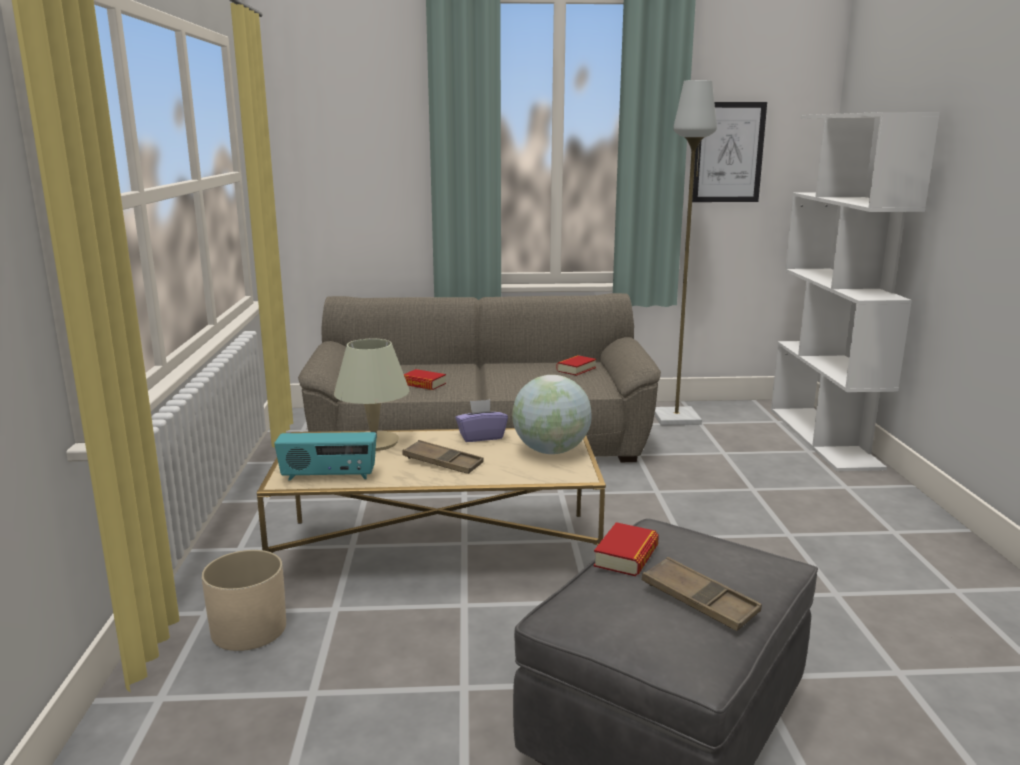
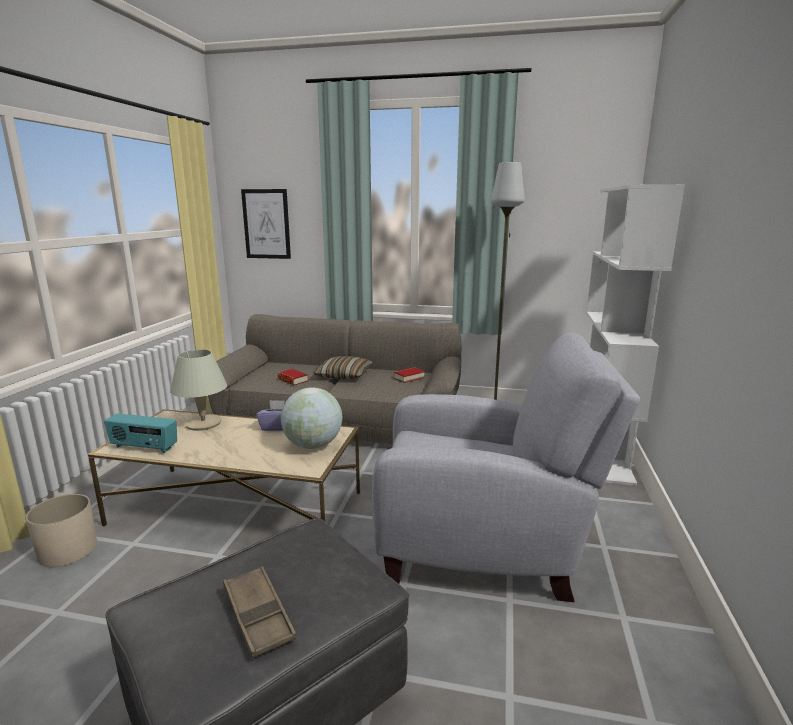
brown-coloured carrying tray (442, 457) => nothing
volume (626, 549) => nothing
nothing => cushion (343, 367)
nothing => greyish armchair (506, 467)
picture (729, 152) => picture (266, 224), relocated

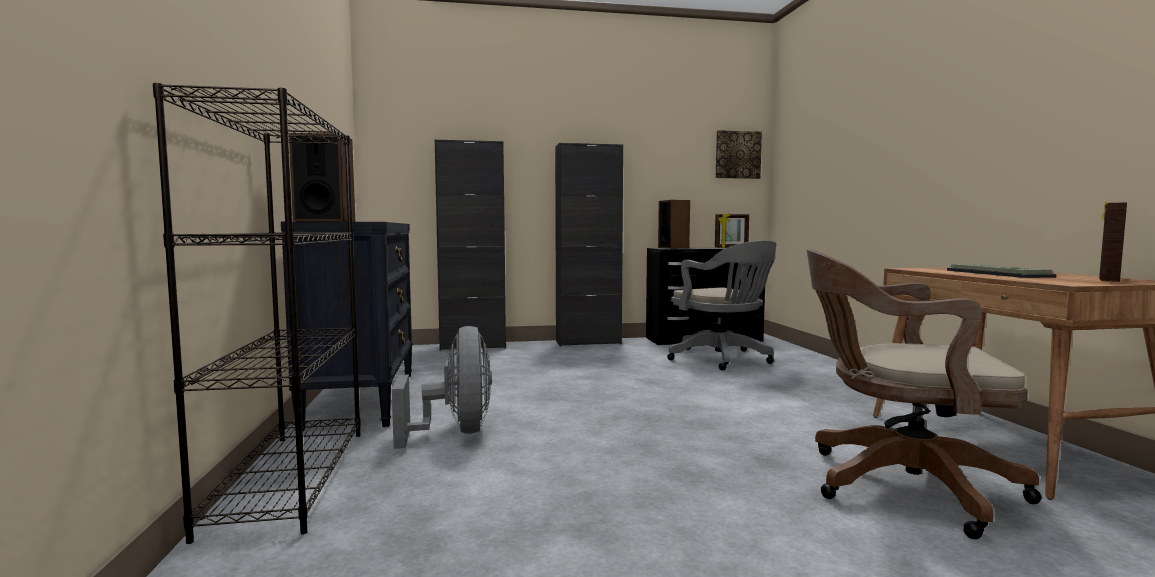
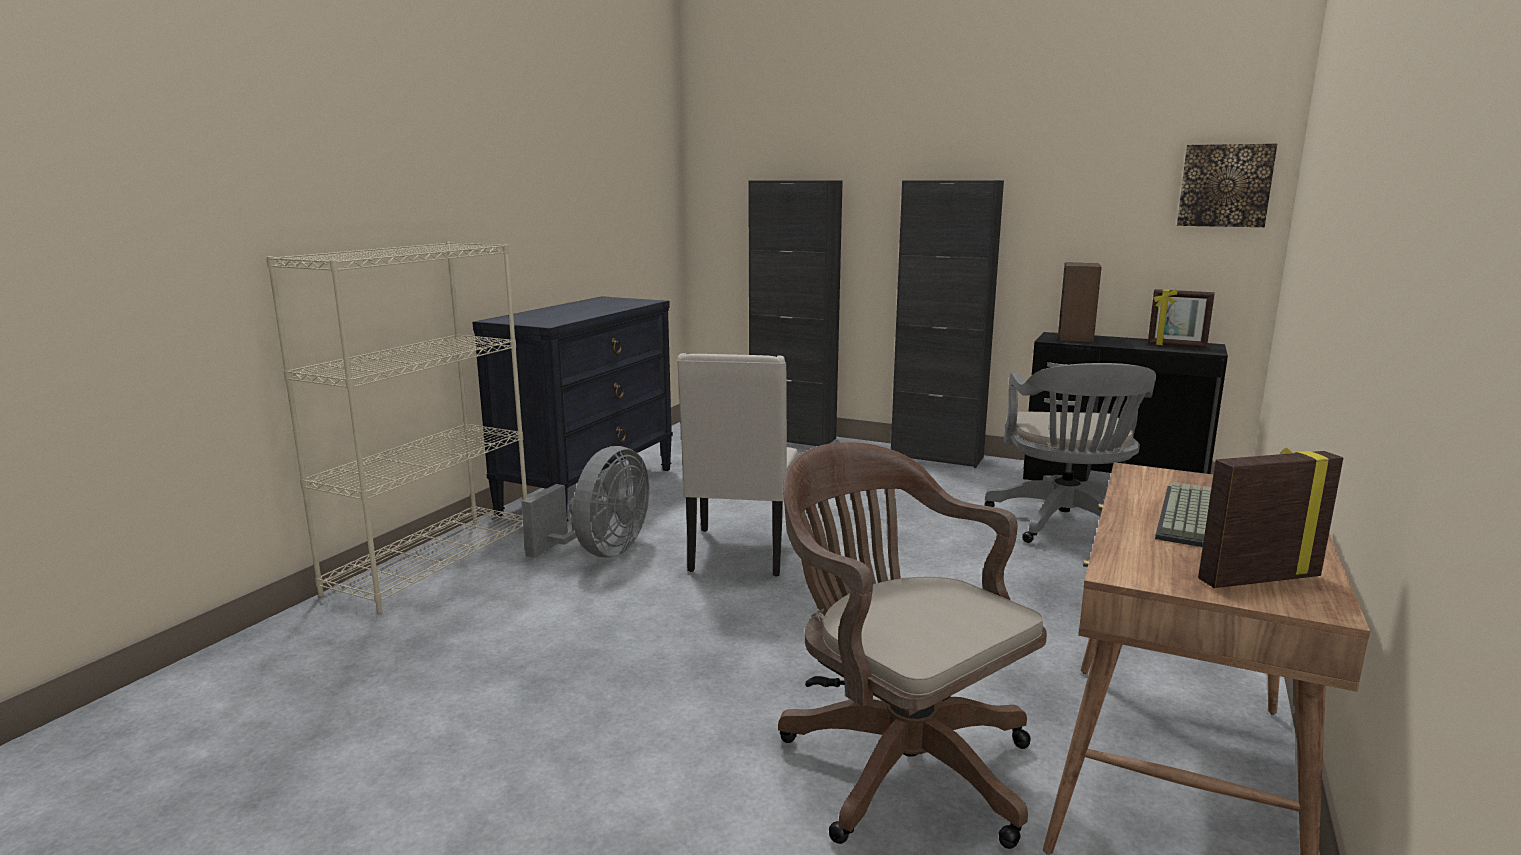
audio speaker (322, 177) => nothing
nothing => beige chair (737, 465)
black bookshelf (257, 313) => beige bookshelf (396, 428)

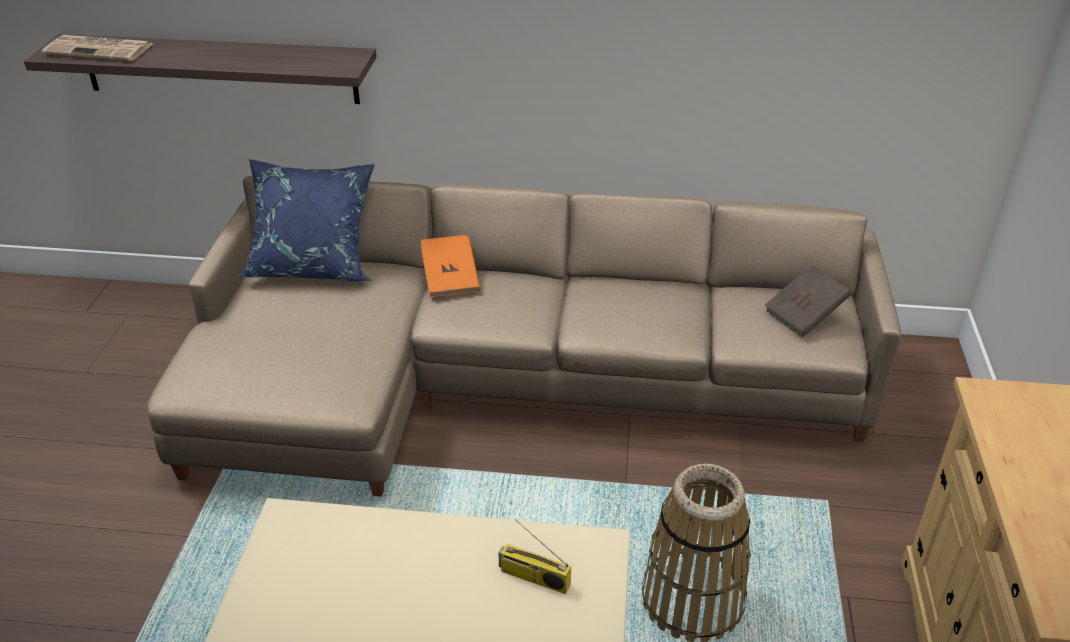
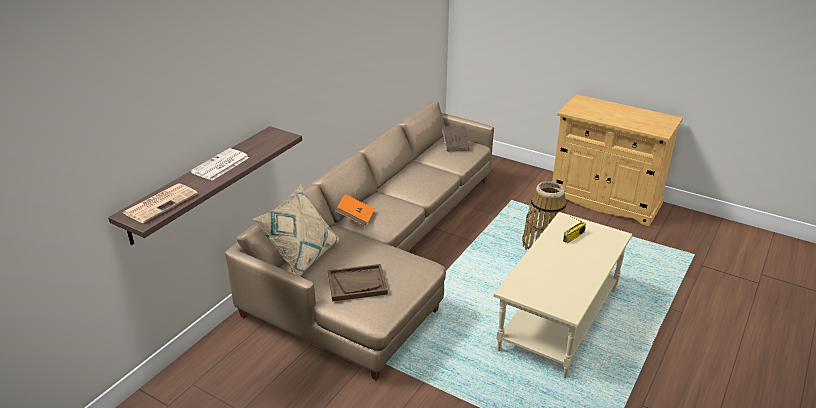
nothing => newspaper (220, 164)
nothing => brown-coloured carrying tray (358, 282)
bluish cushion (306, 220) => beige cushion (295, 230)

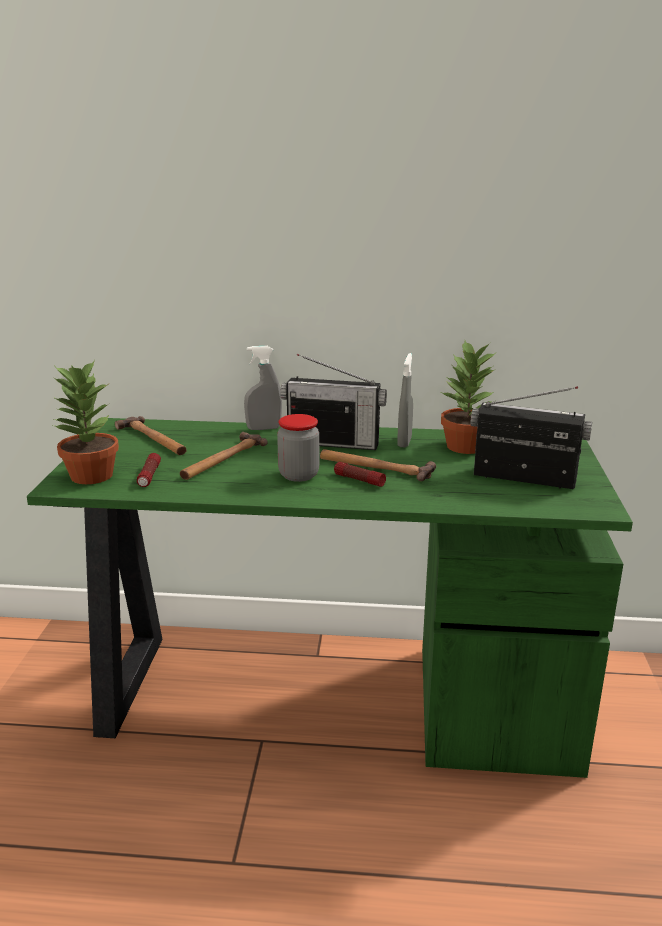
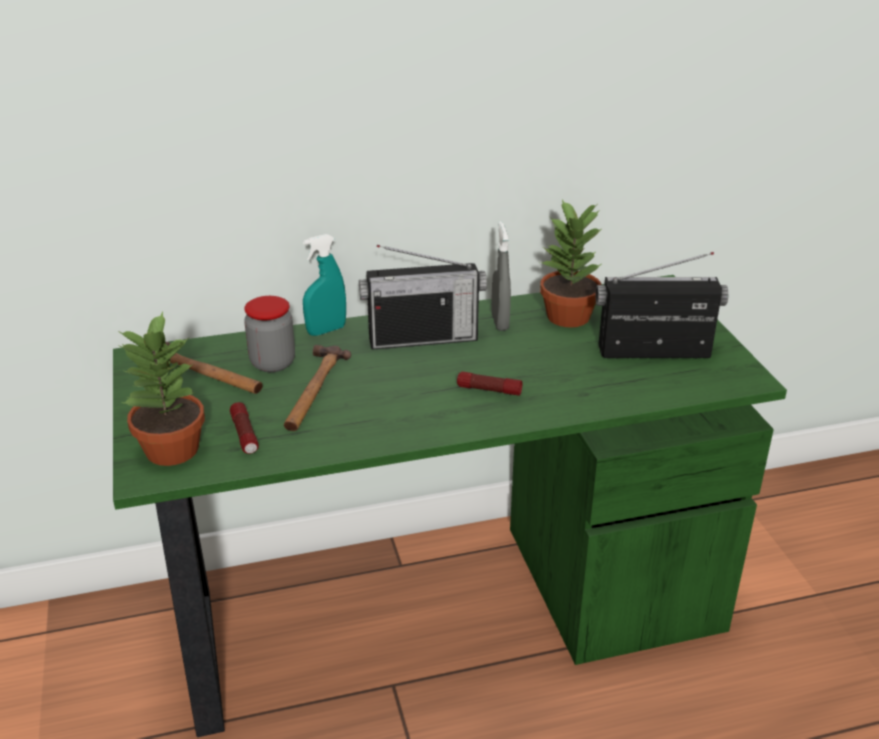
hand hammer (378, 465) => nothing
preserve jar (298, 448) => preserve jar (269, 334), relocated
greyish spray bottle (263, 388) => blue-green spray bottle (324, 285)

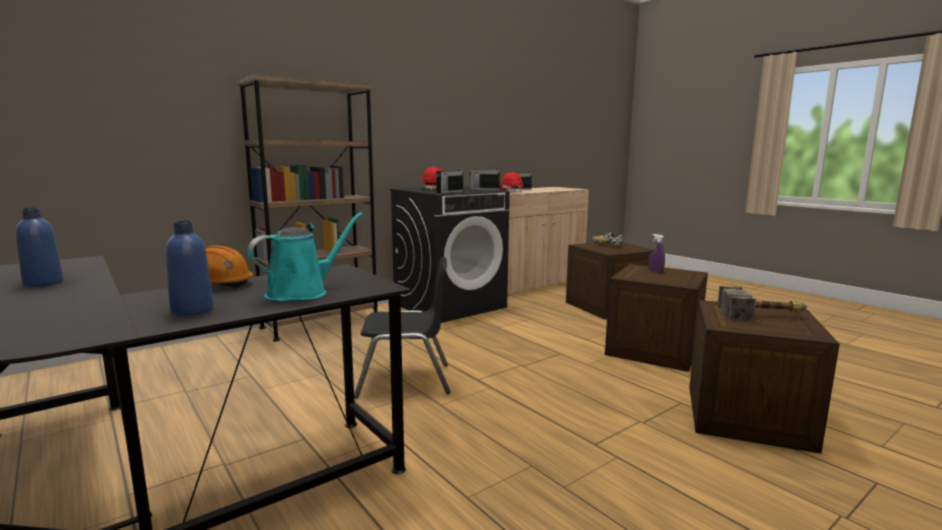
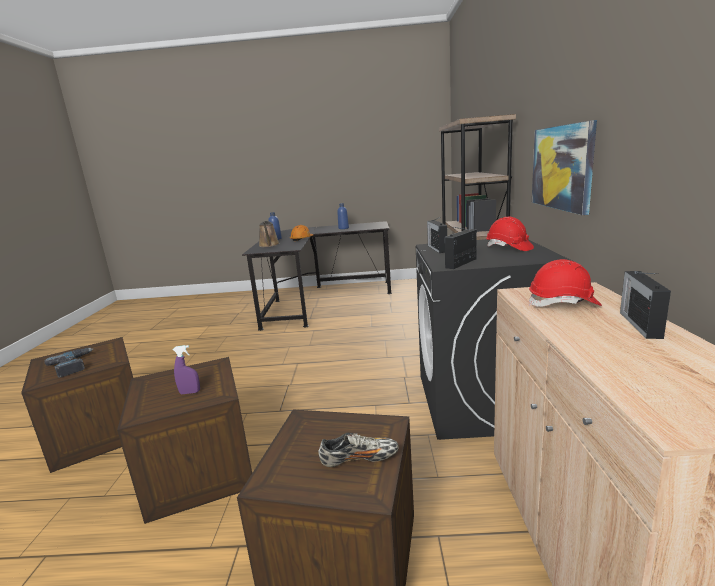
black chair (402, 327) => nothing
nothing => picture (564, 167)
hand hammer (762, 303) => drill (68, 362)
blue-green watering pot (305, 256) => brown-coloured watering pot (269, 234)

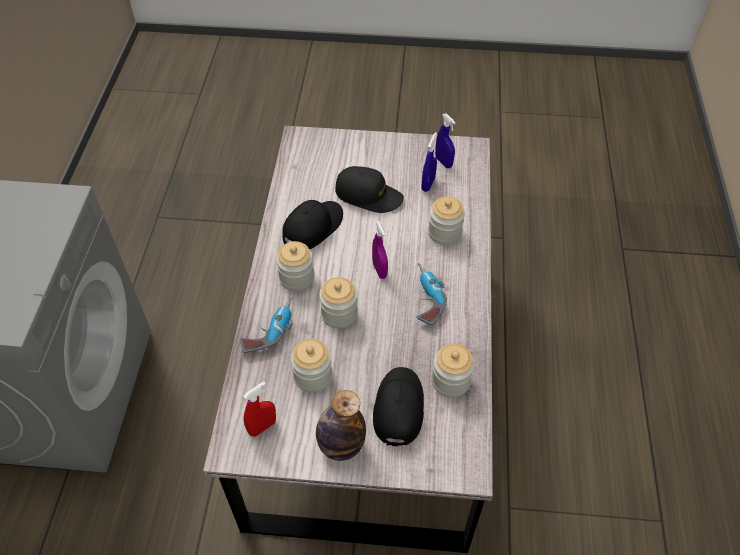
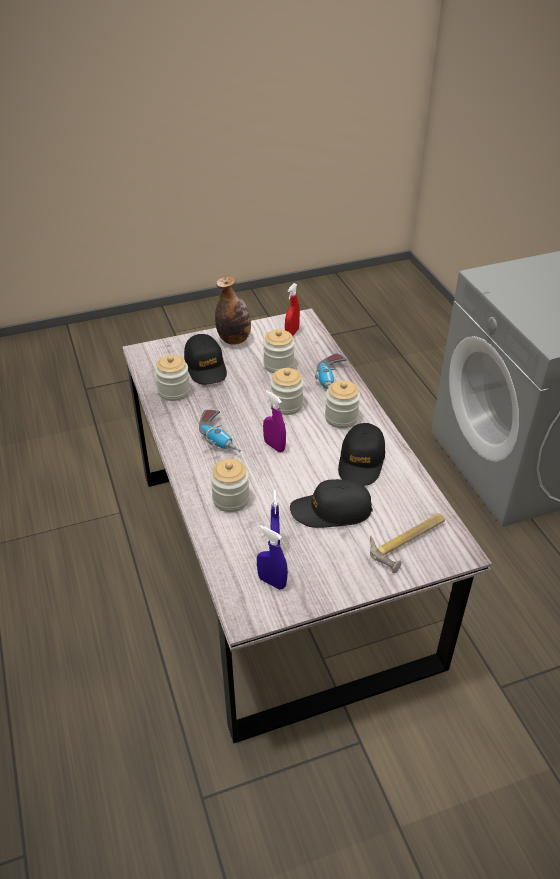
nothing => hand hammer (407, 543)

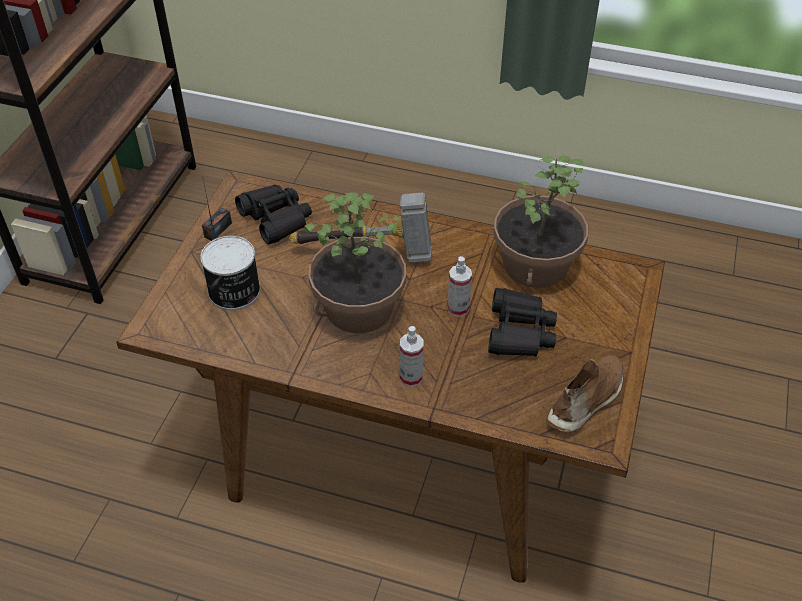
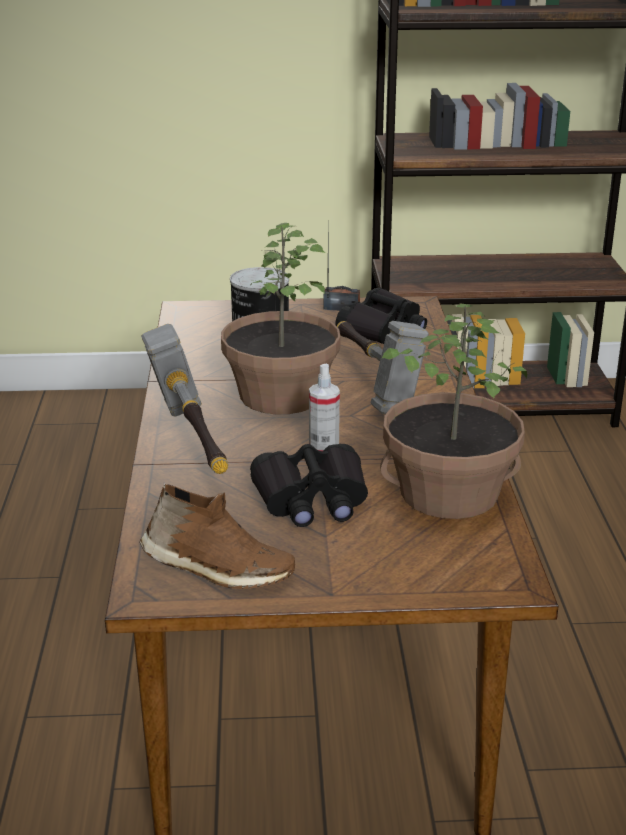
spray bottle (412, 356) => hand hammer (184, 399)

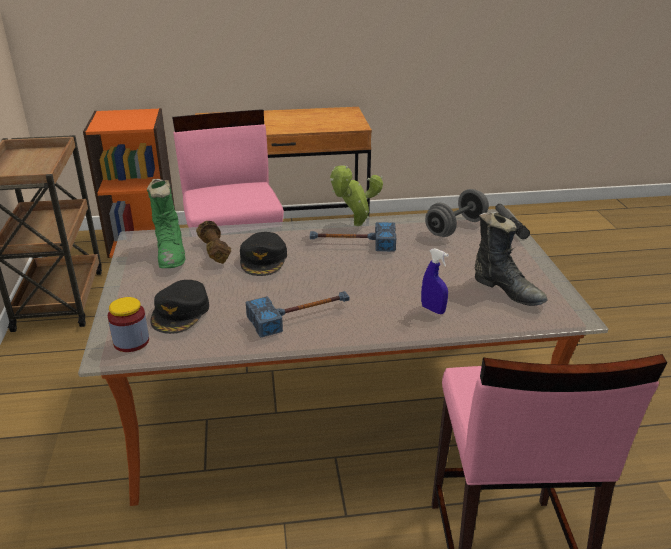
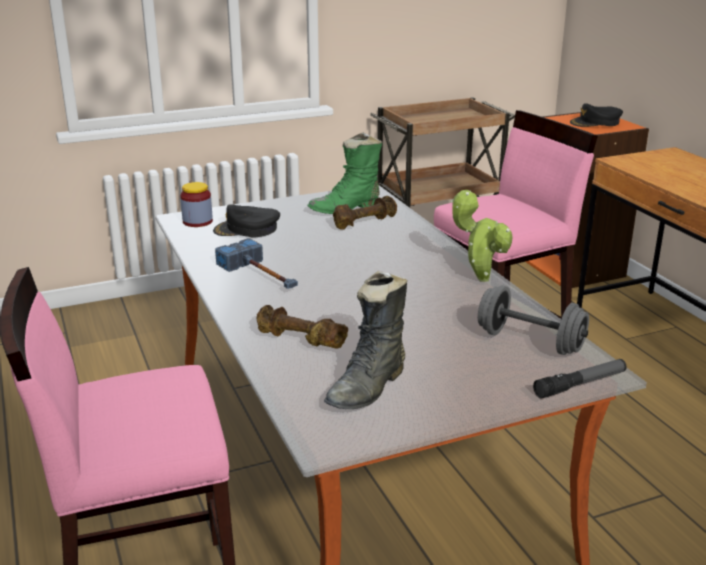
hand hammer (353, 237) => nothing
black peaked cap (263, 254) => black peaked cap (596, 115), relocated
bluish spray bottle (435, 281) => brown-coloured hand weight (302, 327)

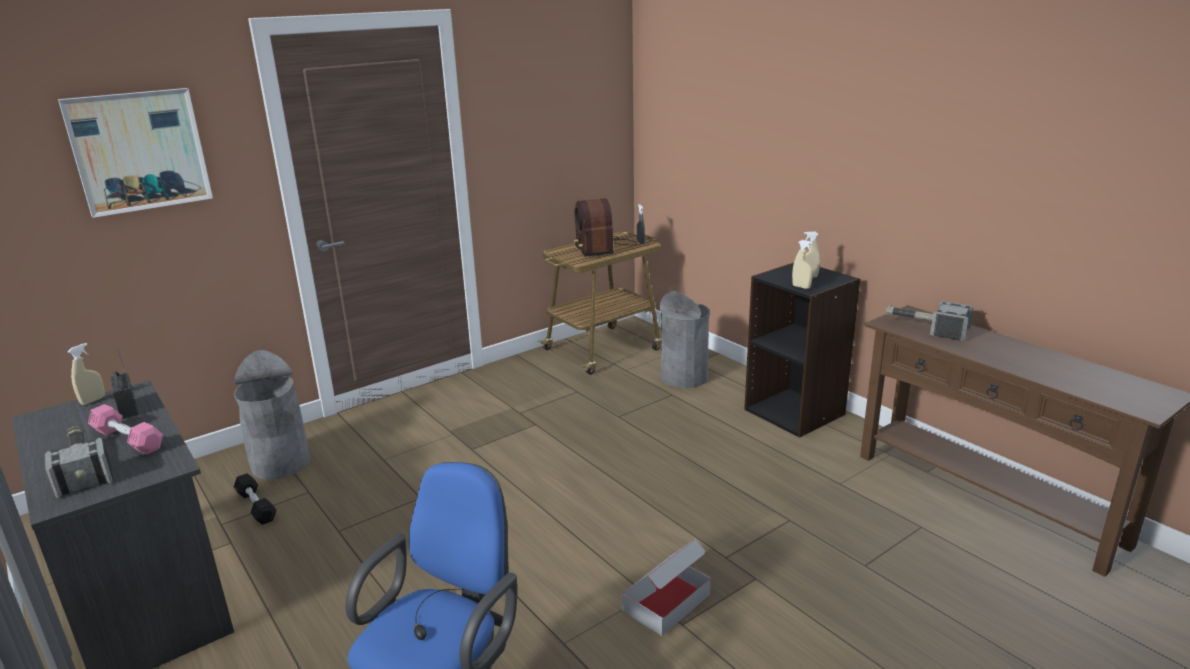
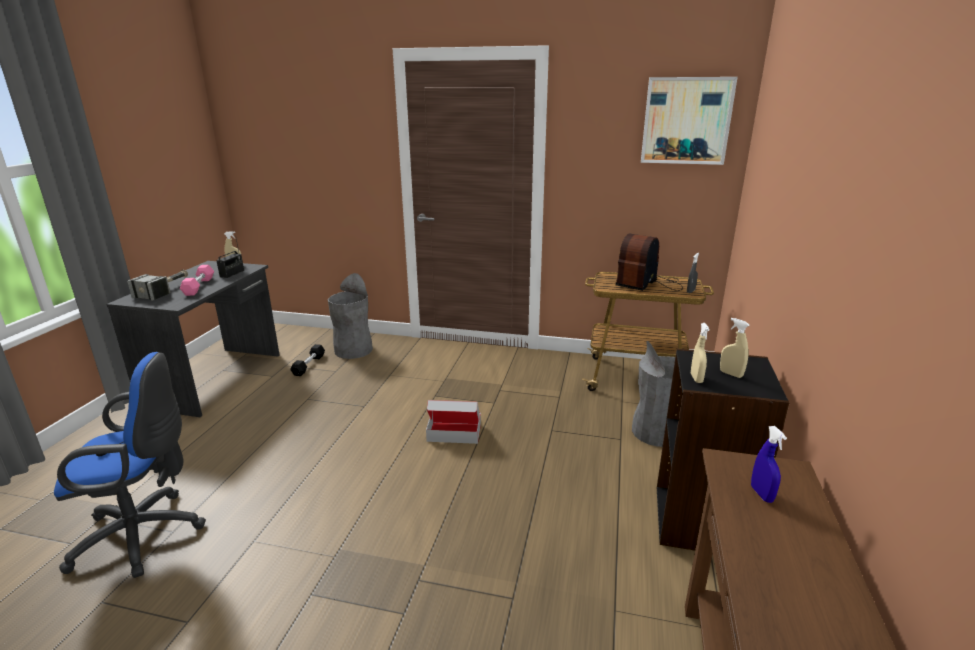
picture (135, 153) => picture (689, 121), relocated
packing box (666, 587) => packing box (453, 422), relocated
hand hammer (930, 321) => bluish spray bottle (769, 464)

